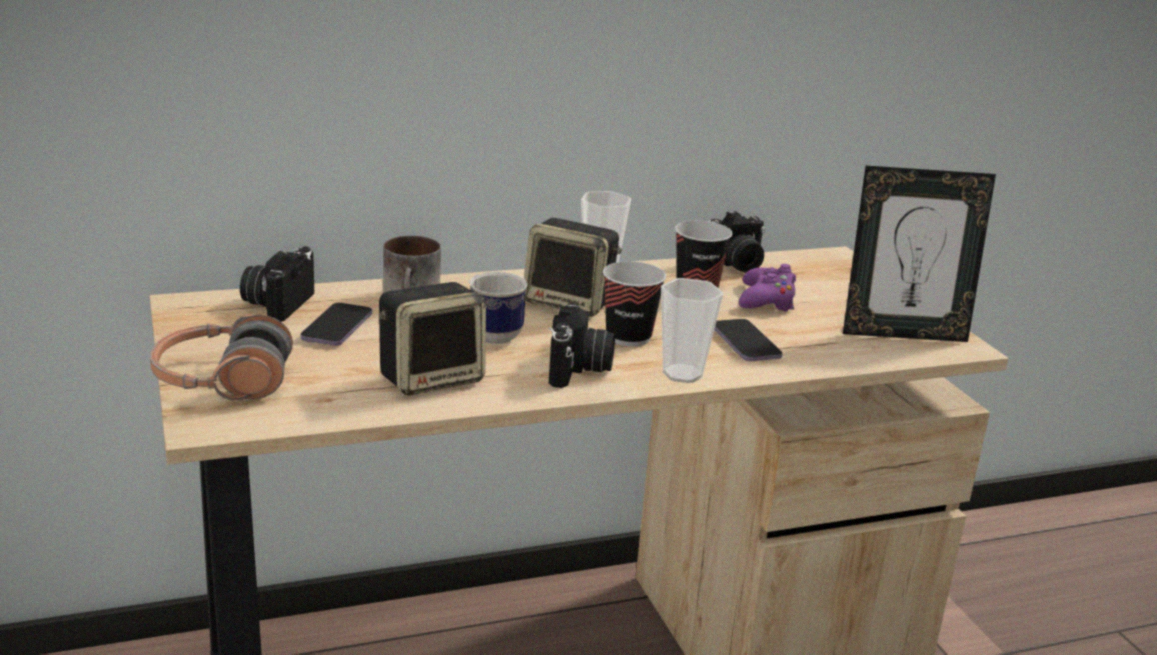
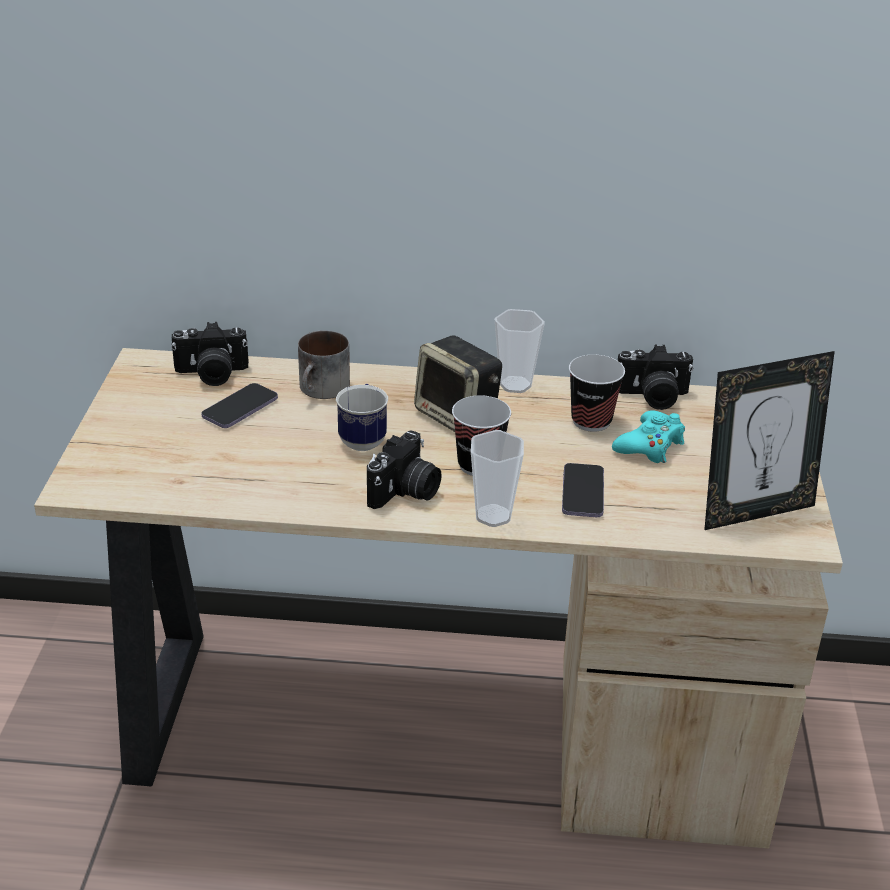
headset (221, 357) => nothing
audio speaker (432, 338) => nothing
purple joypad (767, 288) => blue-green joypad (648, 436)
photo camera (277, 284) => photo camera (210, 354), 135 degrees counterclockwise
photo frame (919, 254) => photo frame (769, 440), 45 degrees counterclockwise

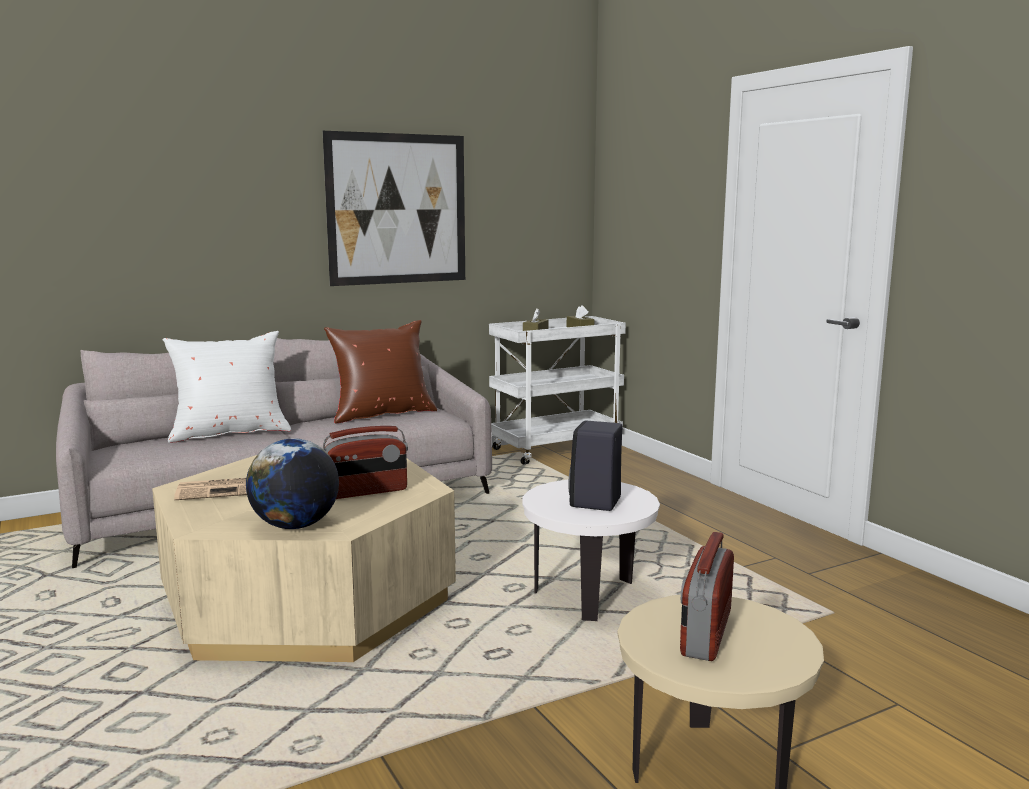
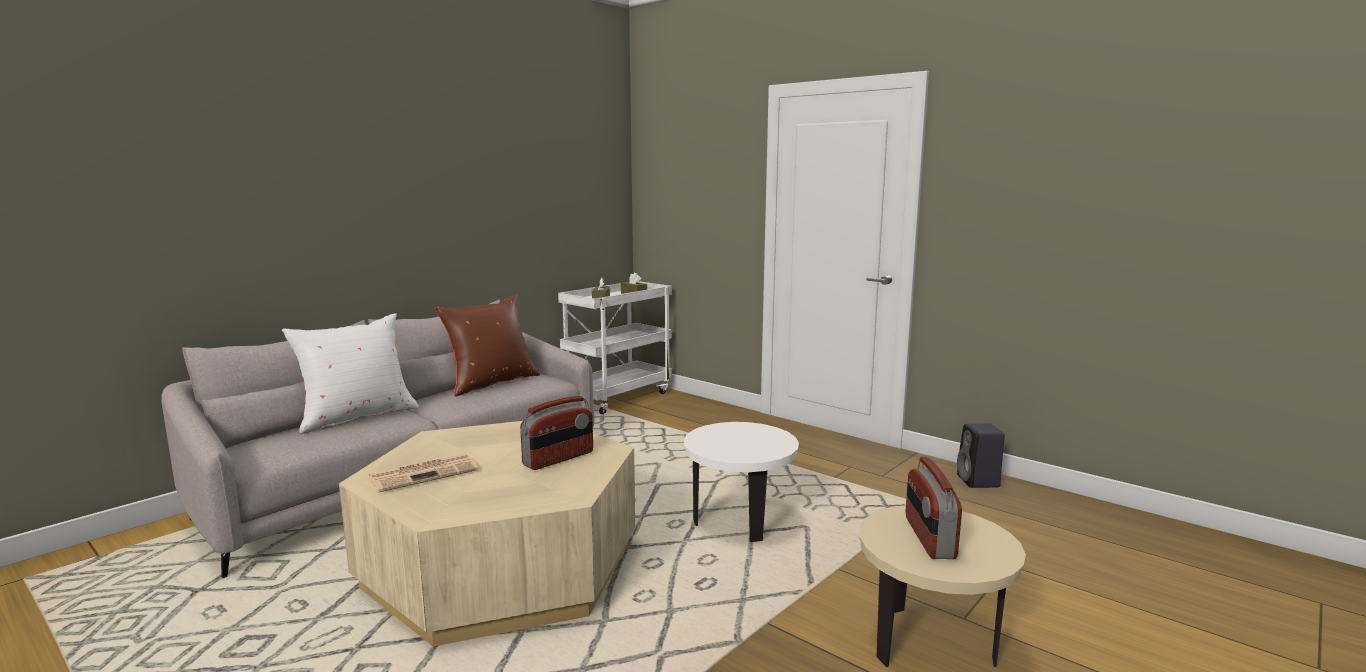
world globe (292, 483) => nothing
picture (394, 208) => nothing
black audio speaker (595, 466) => black audio speaker (981, 455), relocated

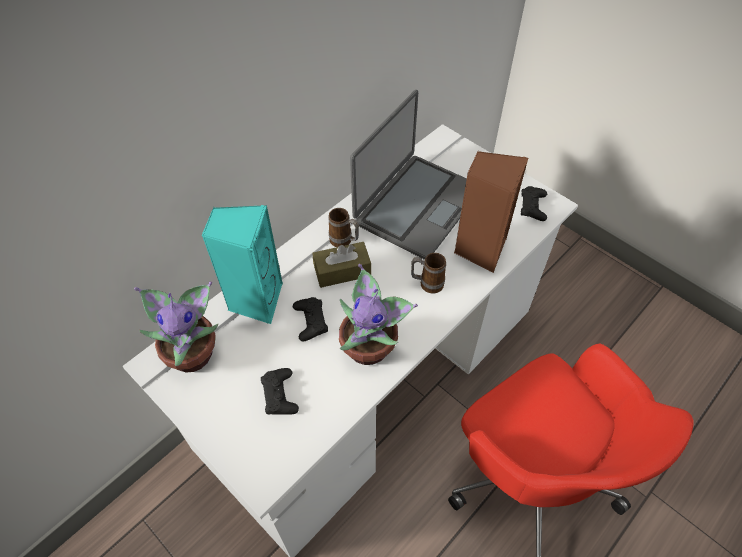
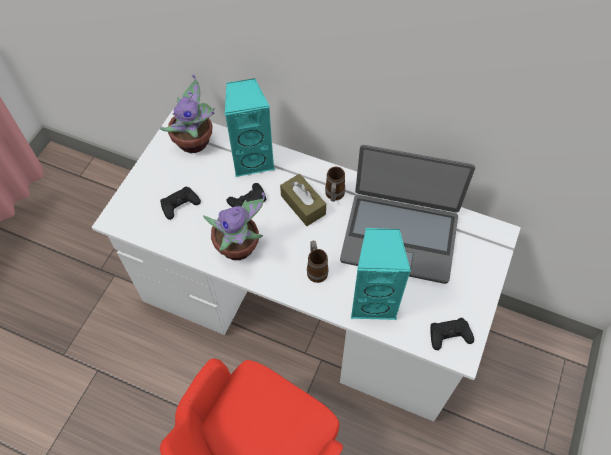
brown-coloured audio speaker (491, 212) => blue-green audio speaker (381, 274)

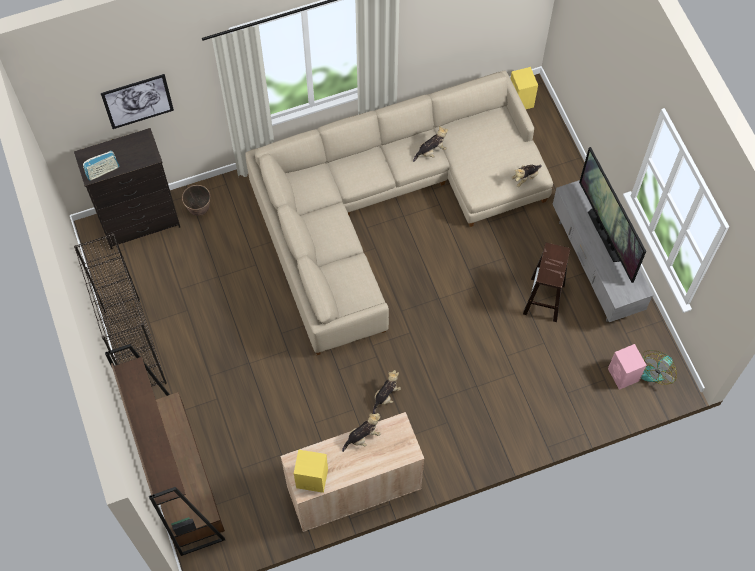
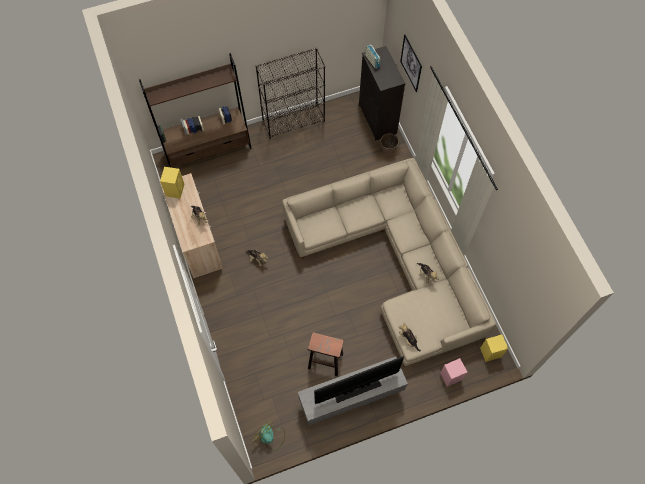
pink audio speaker (627, 367) => pink audio speaker (453, 372), relocated

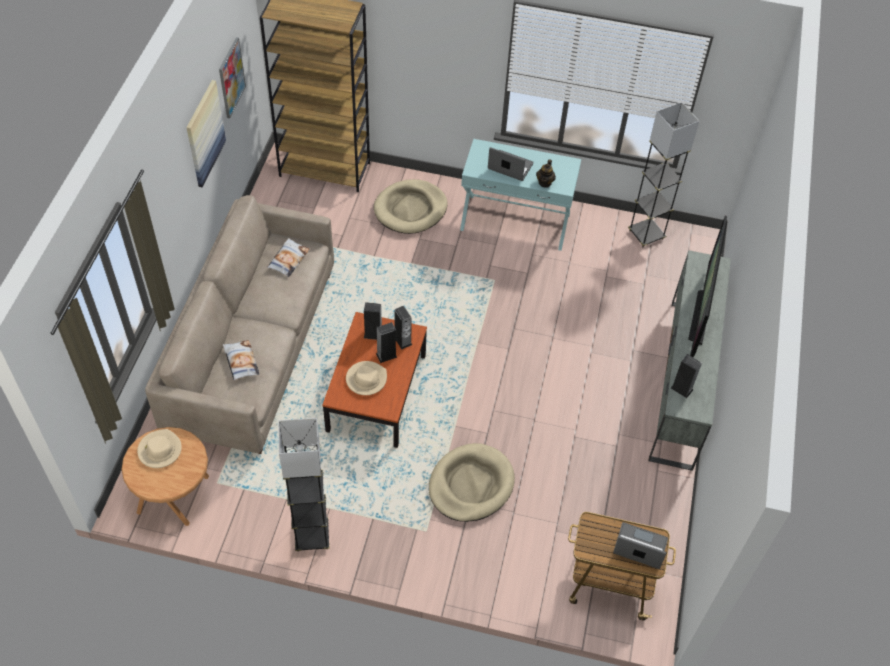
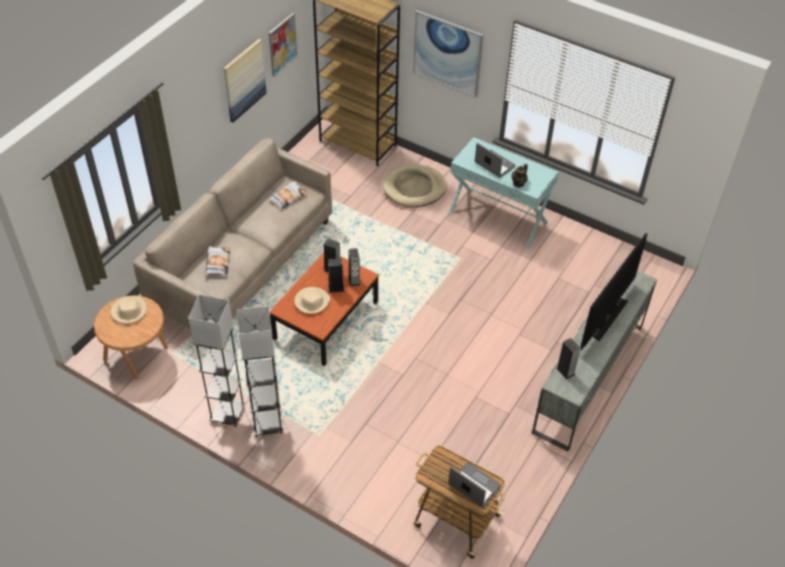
beige dog bed (472, 482) => nothing
nothing => picture (448, 54)
greyish floor lamp (663, 174) => greyish floor lamp (260, 371), relocated

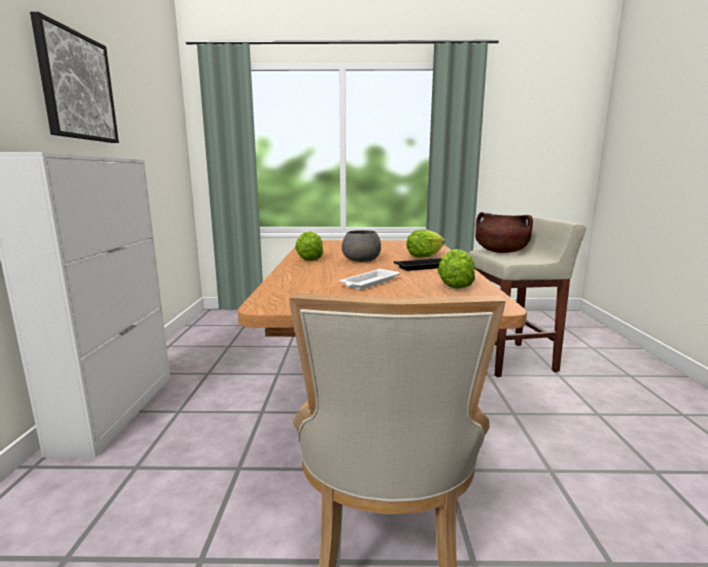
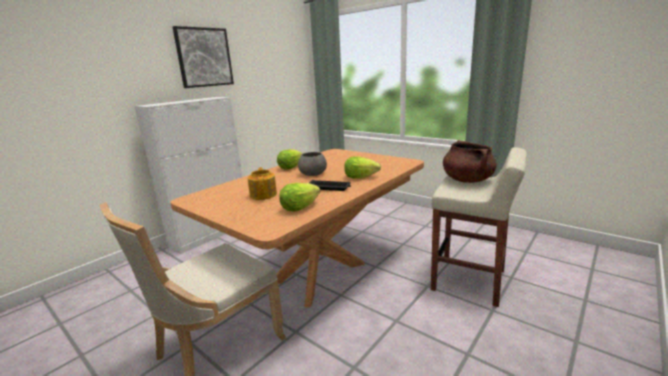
whitish carrying tray (370, 279) => tea pot (262, 183)

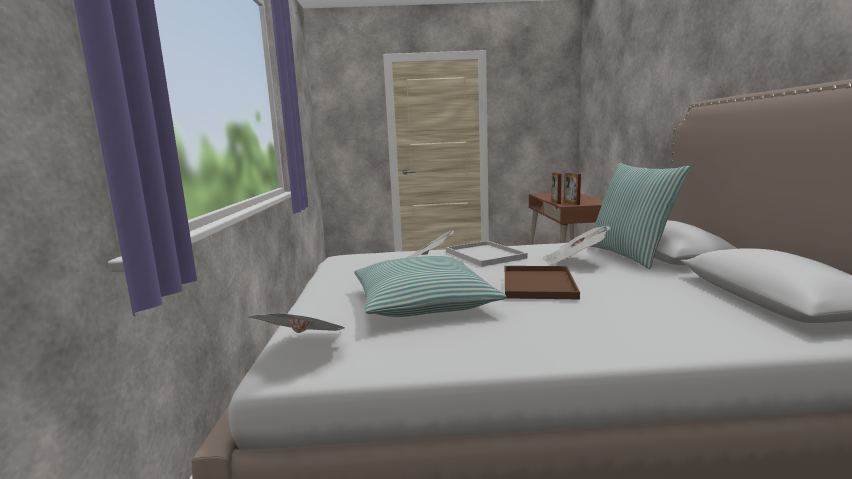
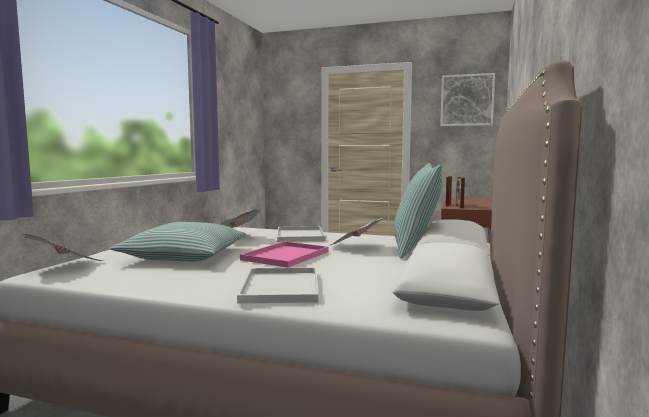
nothing => whitish carrying tray (277, 285)
nothing => picture (467, 99)
brown-coloured carrying tray (542, 282) => pink carrying tray (284, 254)

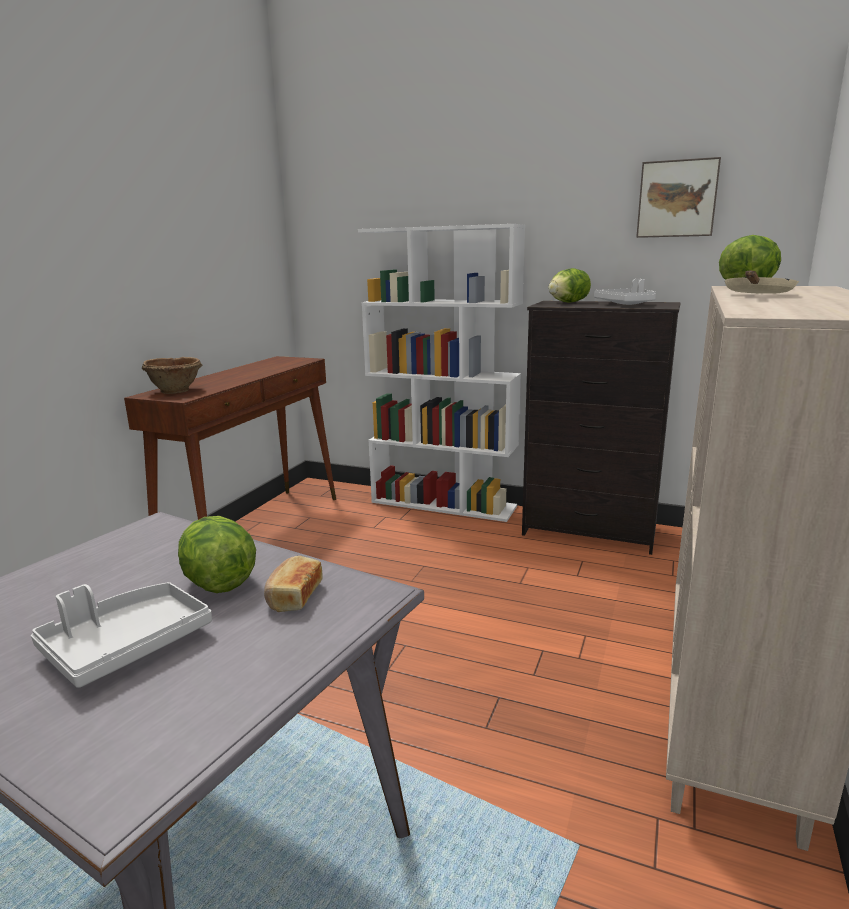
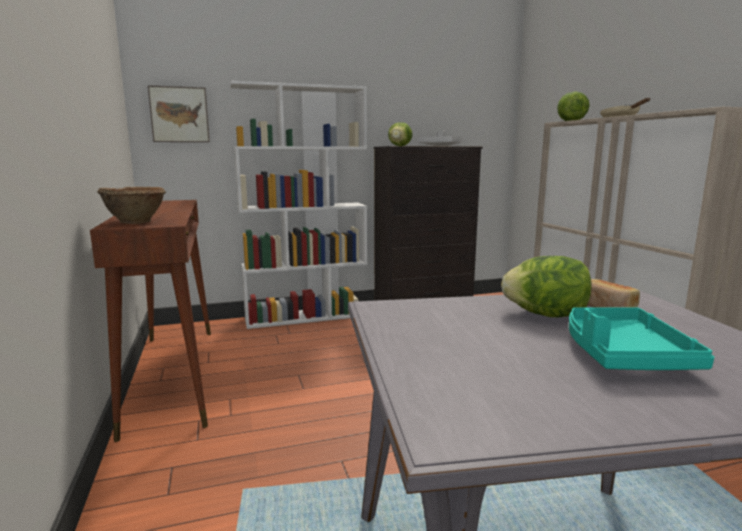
picture (678, 197) => picture (179, 113), relocated
greyish carrying tray (121, 635) => blue-green carrying tray (641, 338)

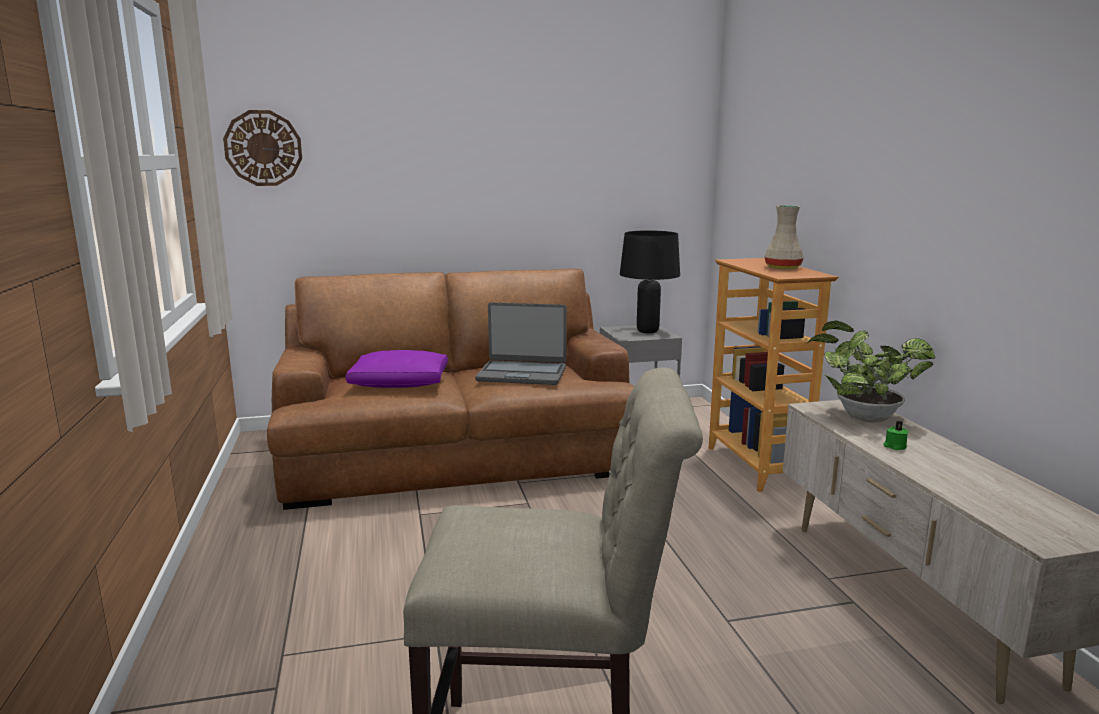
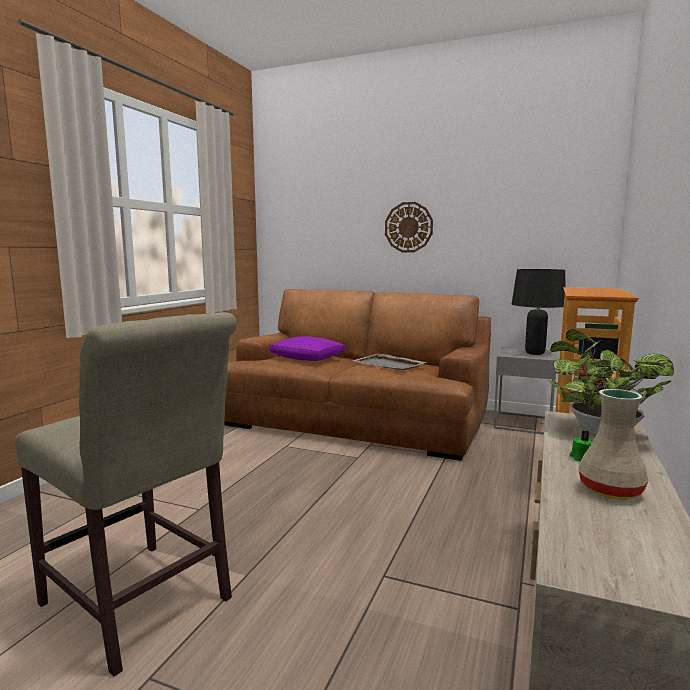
clock on the wall (262, 148) => clock on the wall (409, 227), relocated
beige vase (784, 237) => beige vase (613, 444), relocated
portable computer (521, 343) => greyish carrying tray (389, 362)

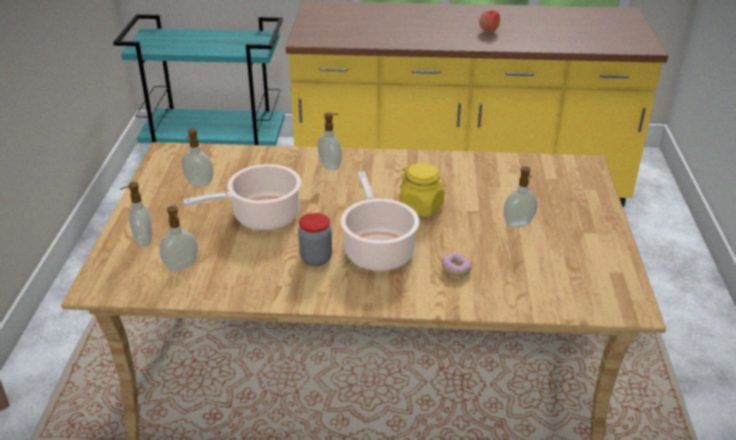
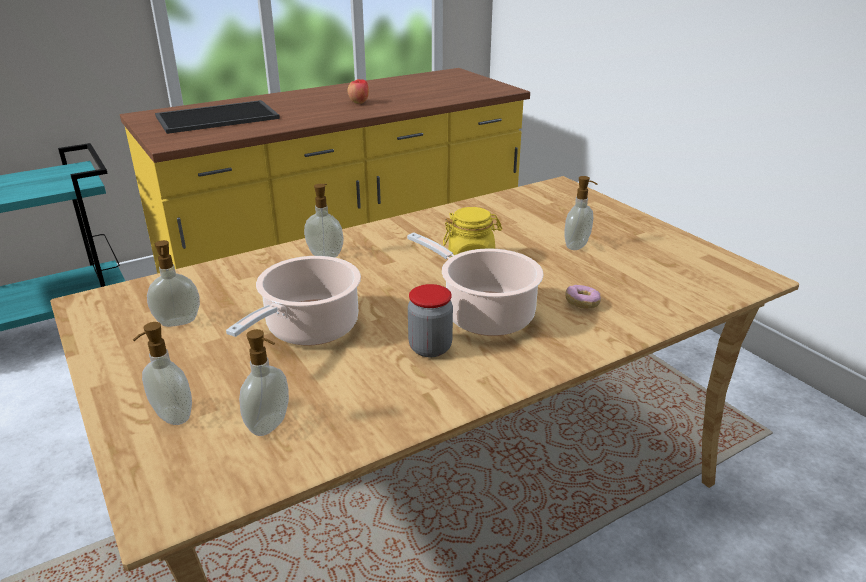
nothing => carrying tray (217, 117)

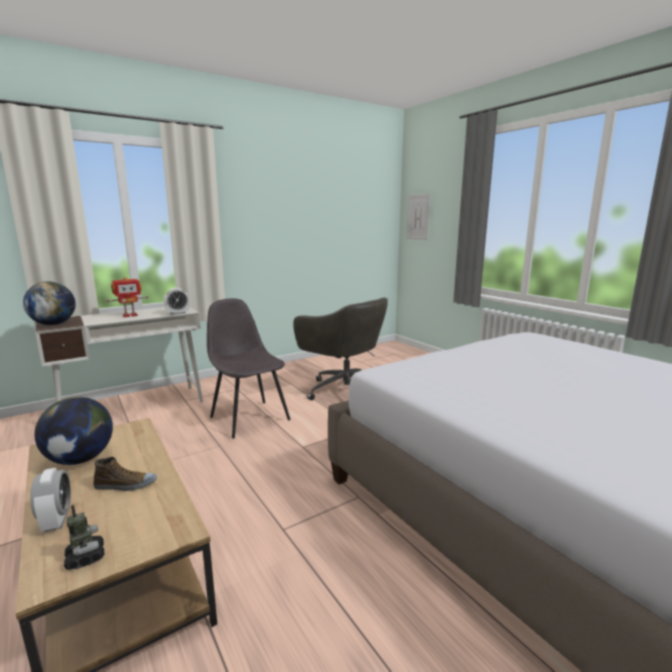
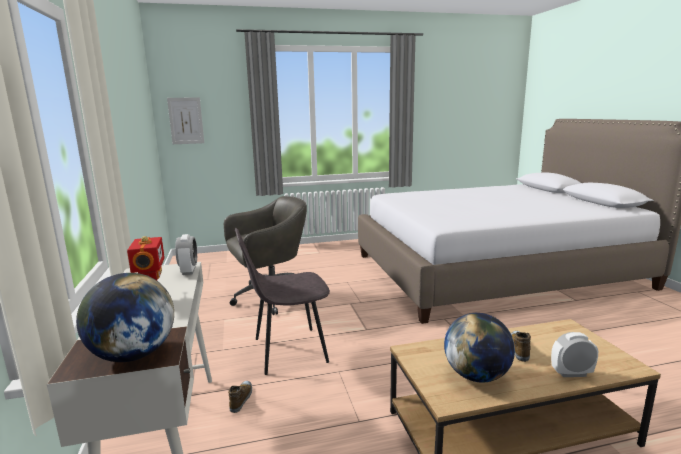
robot figure (84, 537) => nothing
nothing => shoe (240, 397)

